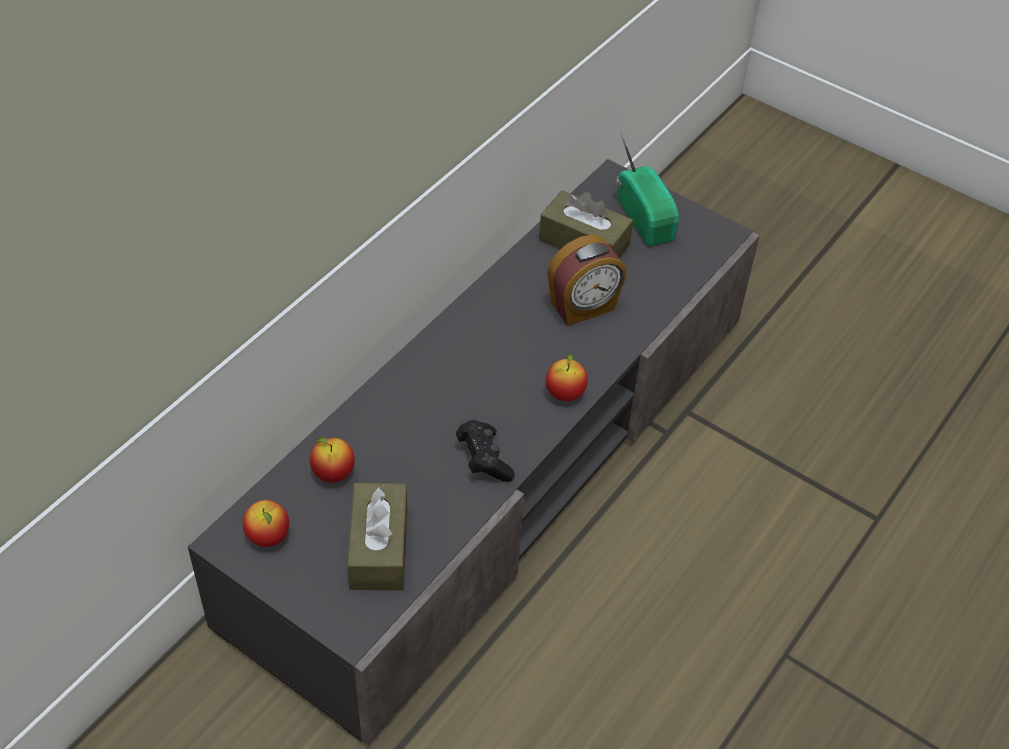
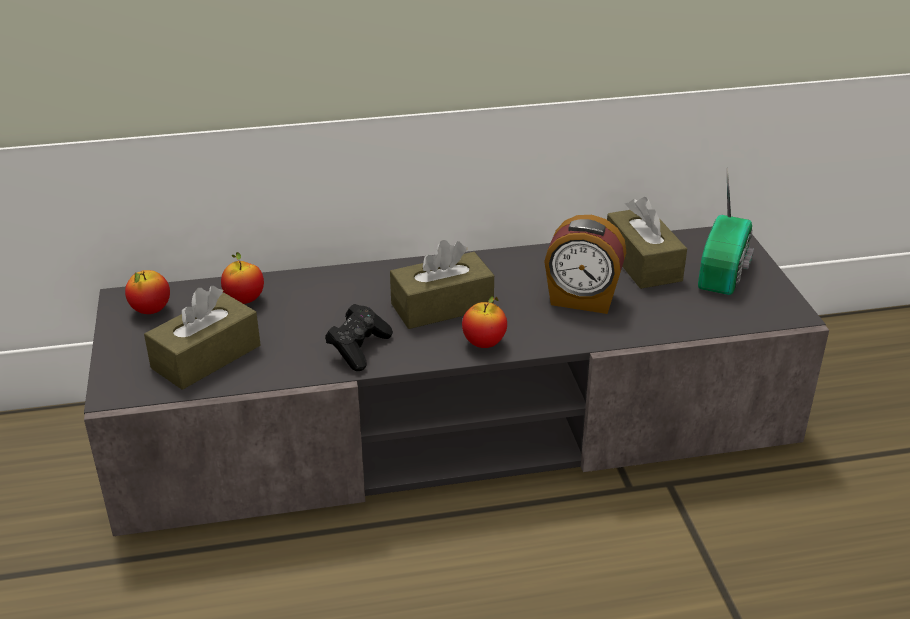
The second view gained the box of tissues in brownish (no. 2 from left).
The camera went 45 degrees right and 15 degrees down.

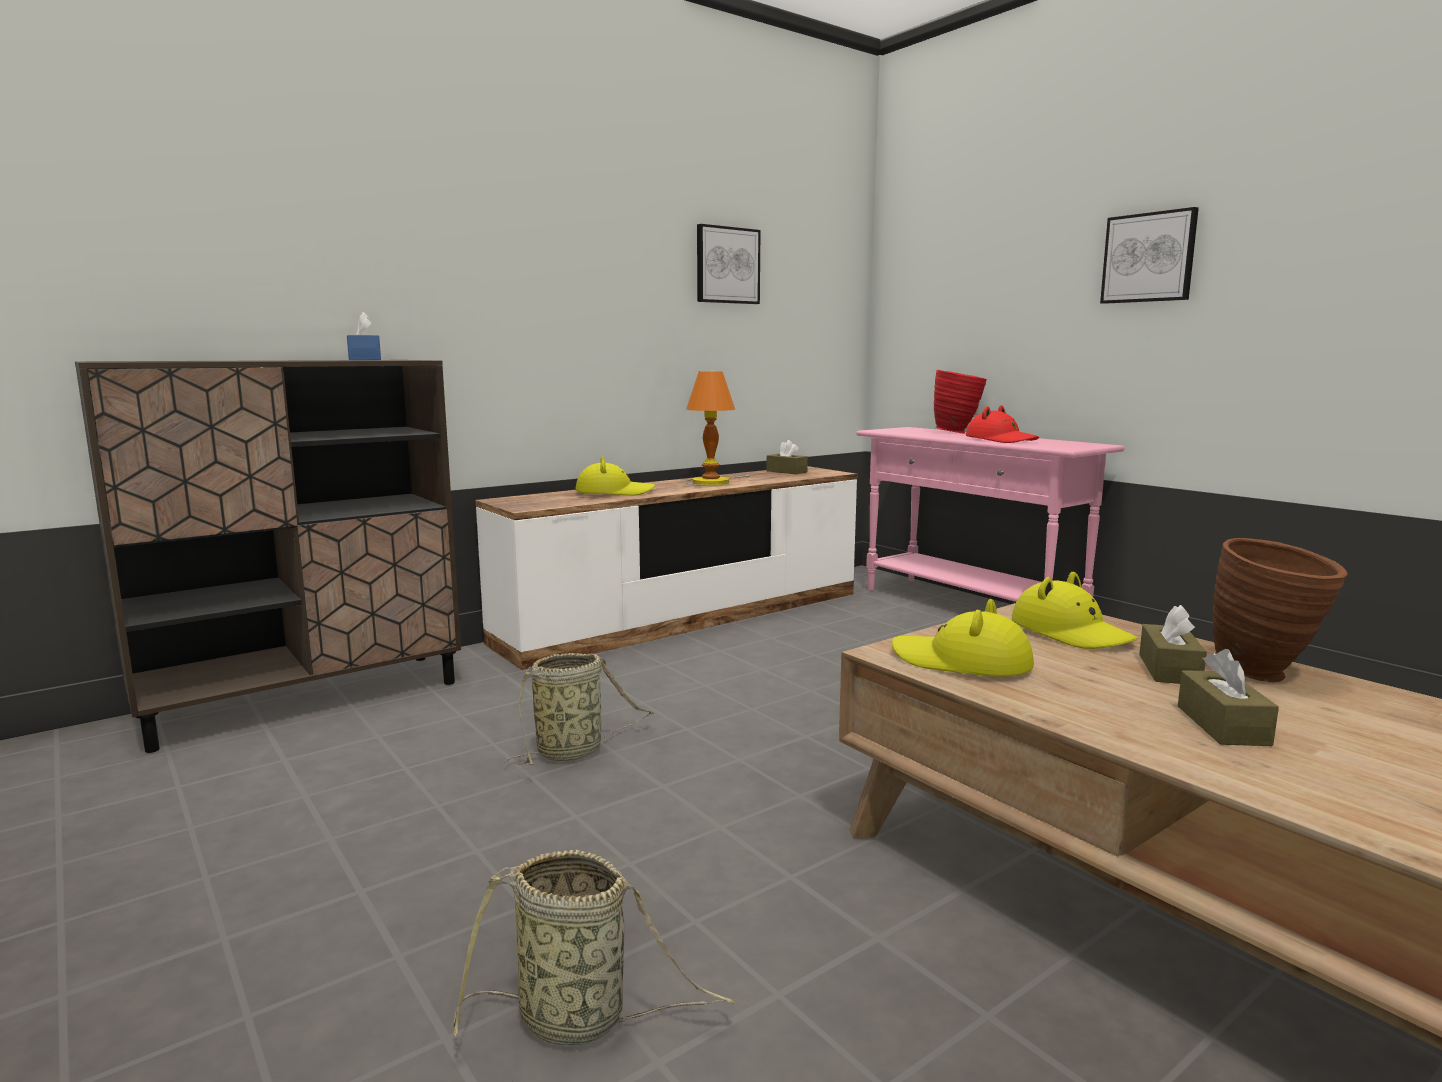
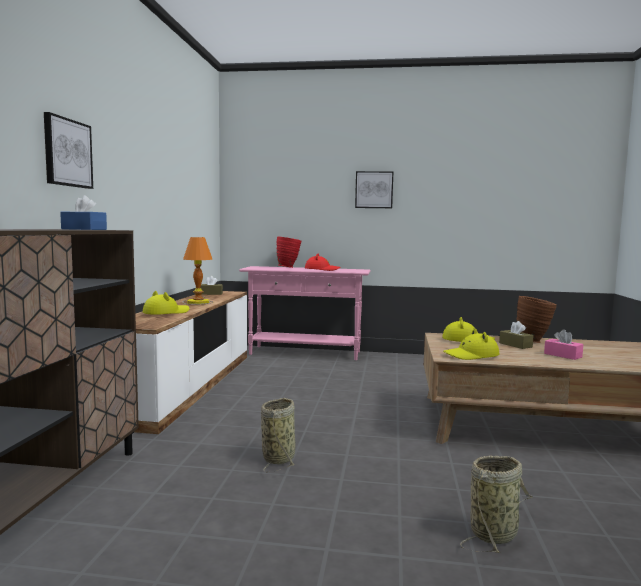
The picture (no. 1 from left) ended up elsewhere.
What was the box of tissues in brownish (no. 3 from left) turned into the box of tissues in pinkish.
The camera went 45 degrees left and 5 degrees down.

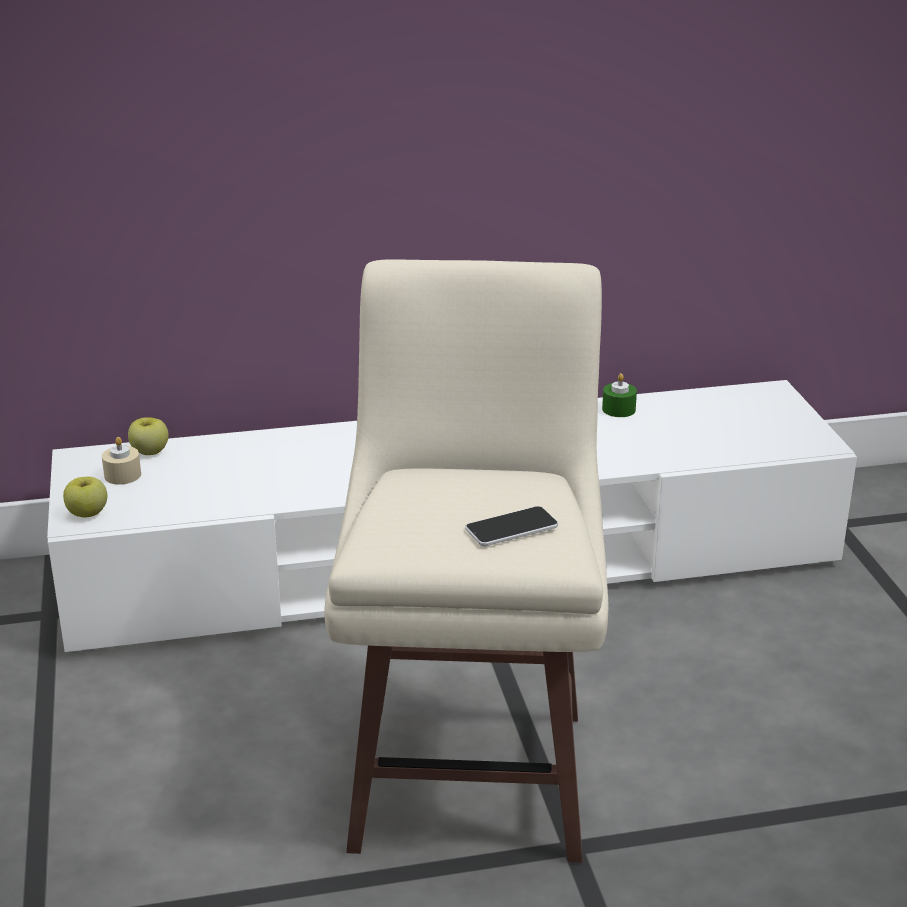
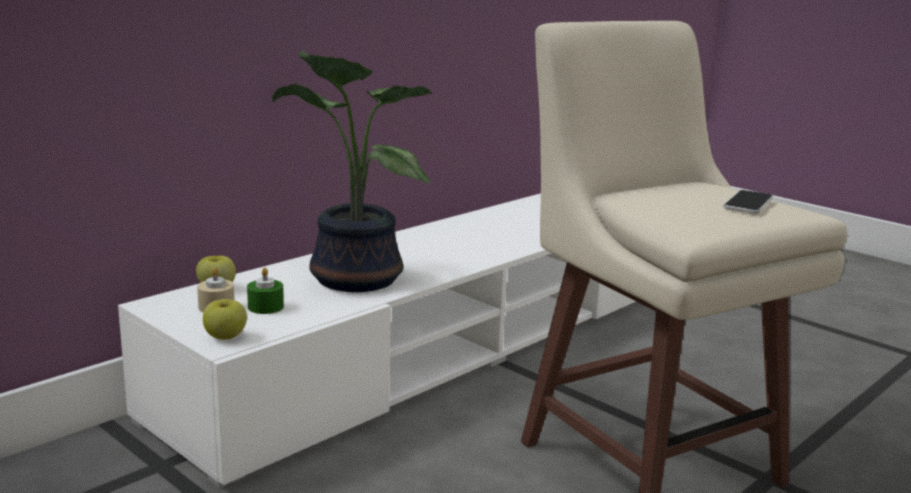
The wax candle in green-coloured ended up elsewhere.
The second view gained the houseplant.
The camera went 35 degrees left and 10 degrees down.

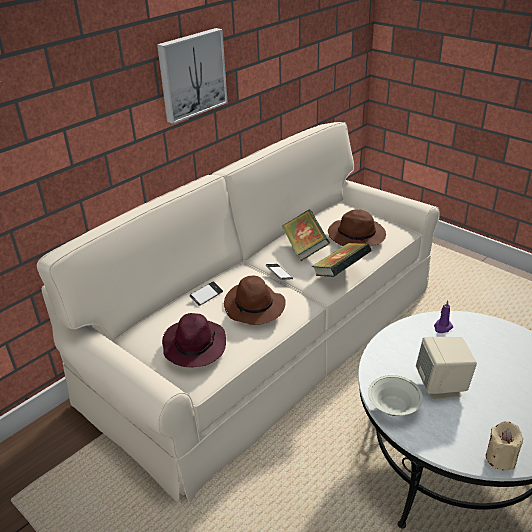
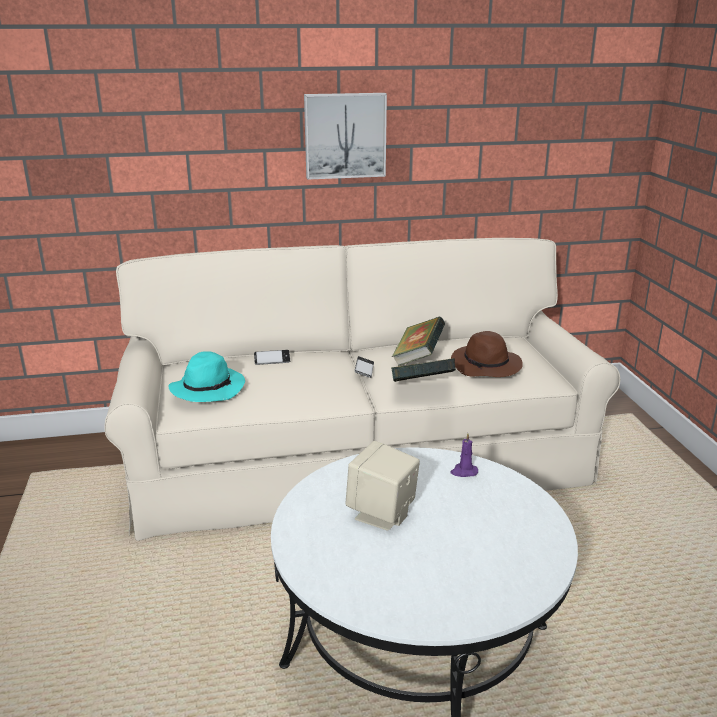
The second view lost the clothing hat in brownish (no. 1 from left).
What was the clothing hat in purple turned into the clothing hat in blue-green.
The second view lost the bowl in white-coloured.
The second view lost the wax candle in sand-coloured.
The camera went 35 degrees right and 10 degrees down.

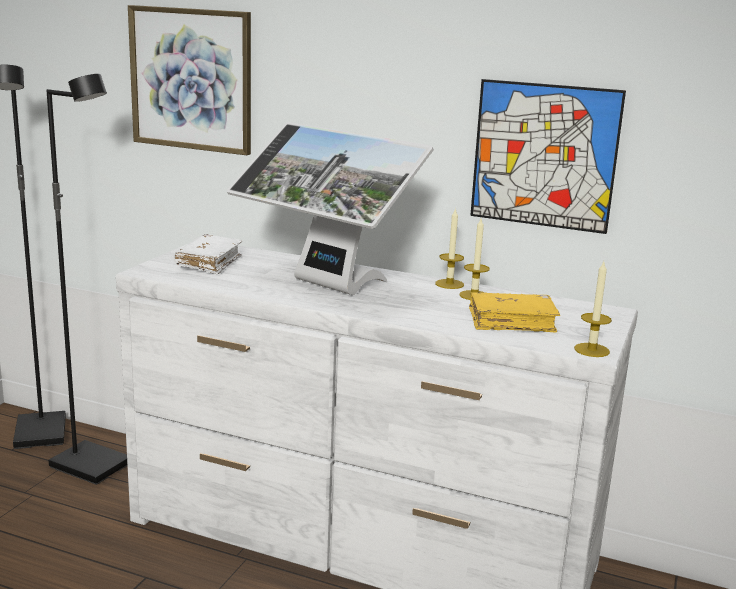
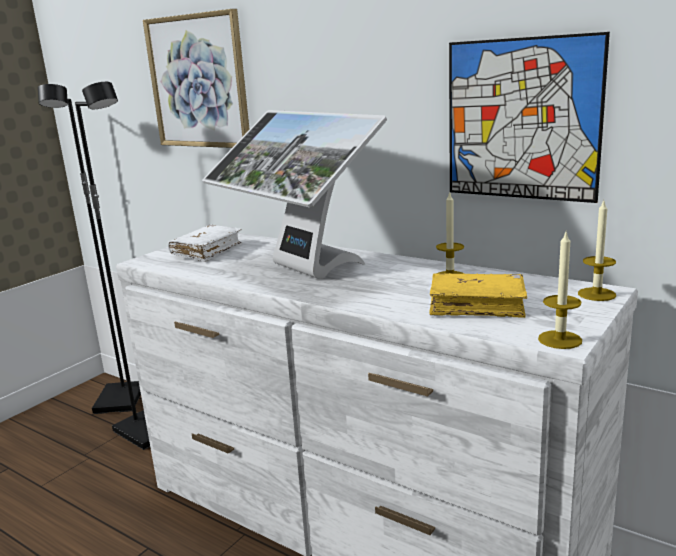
The wax candle (no. 1 from left in the first image) ended up elsewhere.
The camera went 15 degrees right and 0 degrees up.

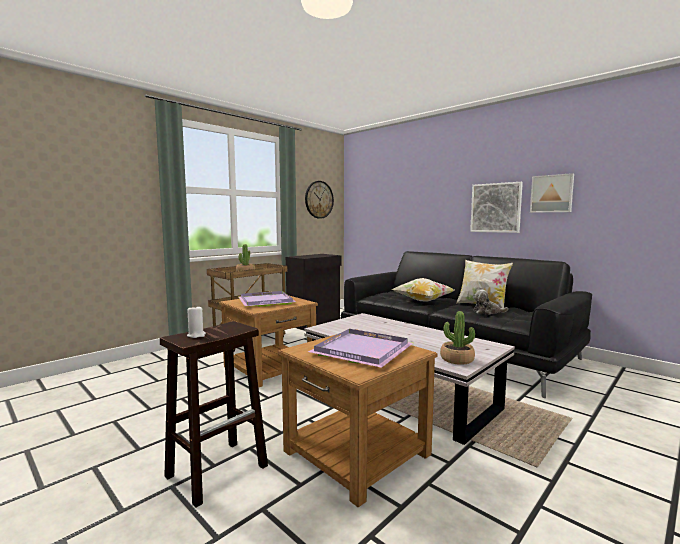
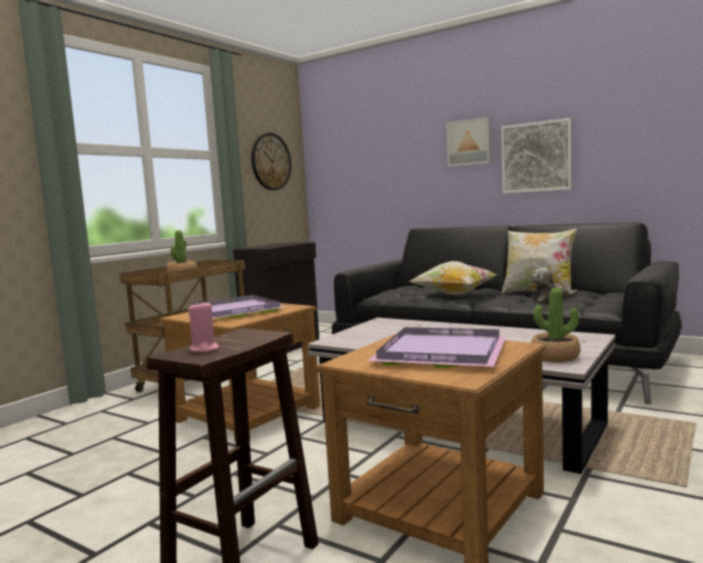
The picture (no. 2 from left in the first image) ended up elsewhere.
What was the wax candle in white-coloured turned into the wax candle in pinkish.
The camera went 10 degrees left and 0 degrees up.

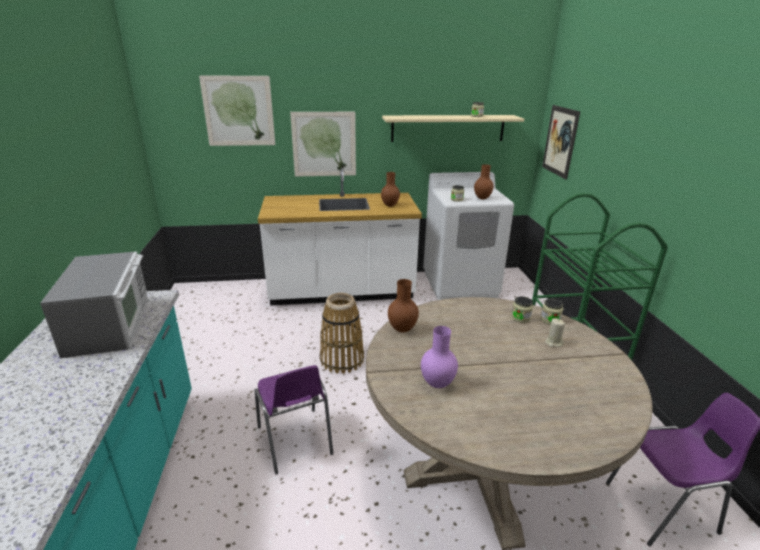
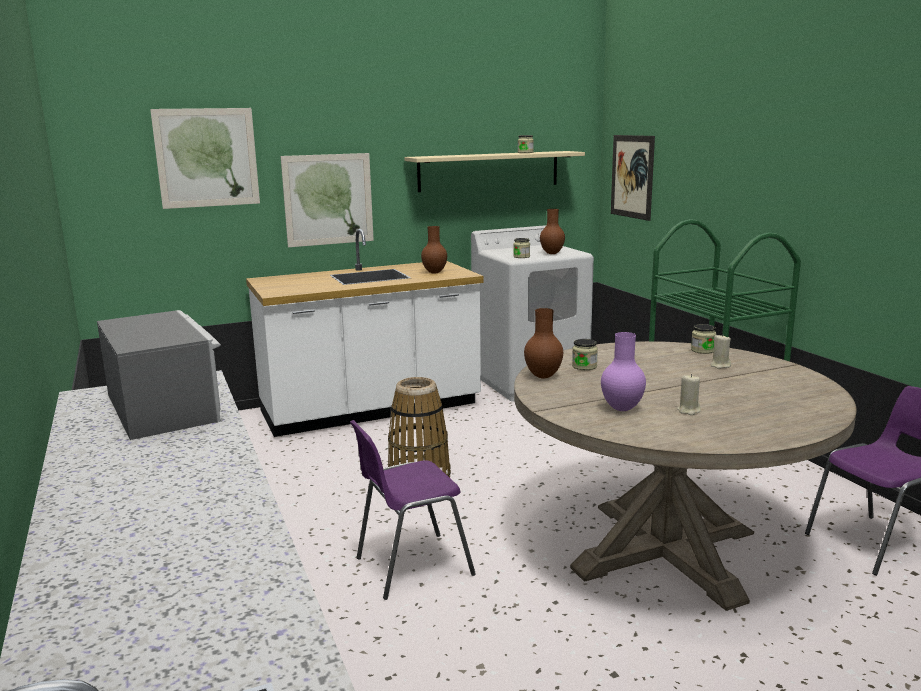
The storage jar (no. 3 from left) ended up elsewhere.
The plain chair in purple (no. 1 from left) ended up facing another way, 105 degrees clockwise from before.
The second view gained the wax candle in sand-coloured (no. 1 from left).
The camera went 15 degrees left and 10 degrees down.

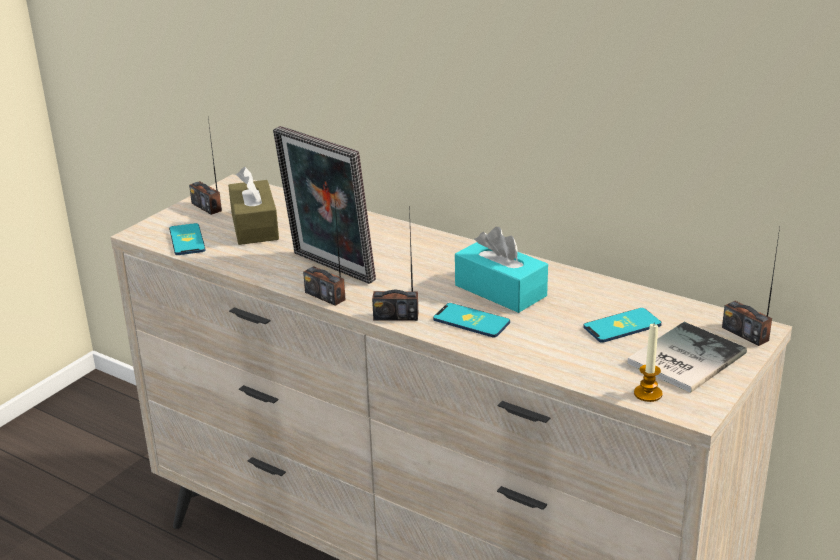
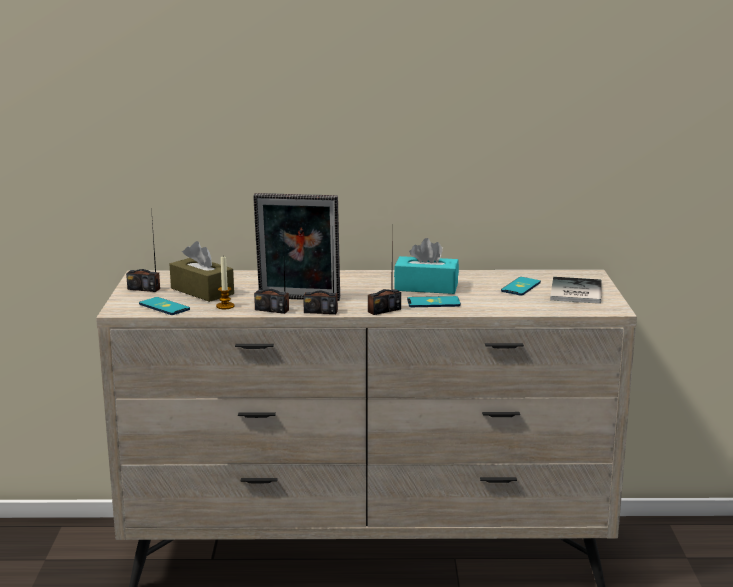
The radio set (no. 4 from left in the first image) ended up elsewhere.
The wax candle ended up elsewhere.
The camera went 35 degrees left and 10 degrees down.

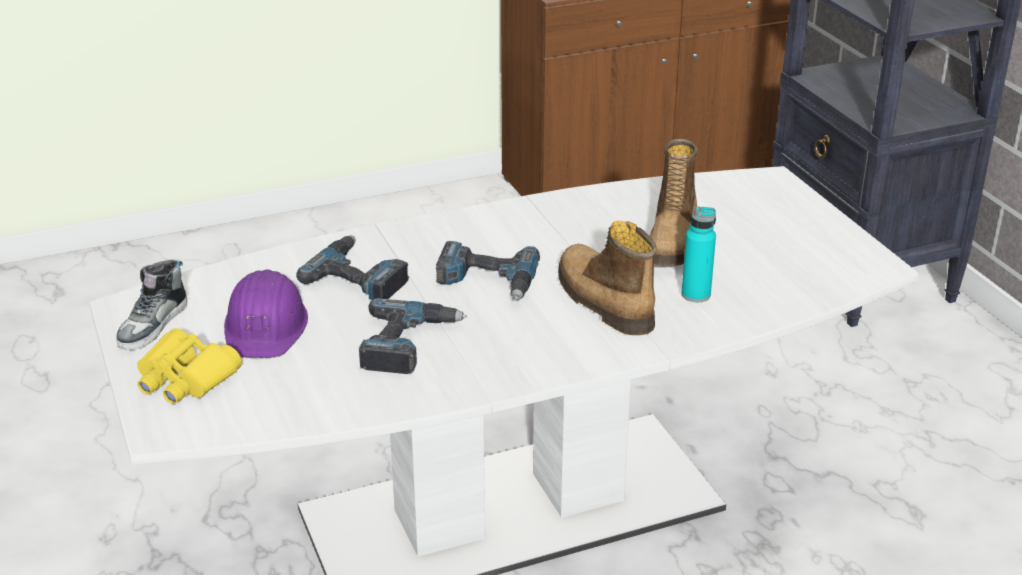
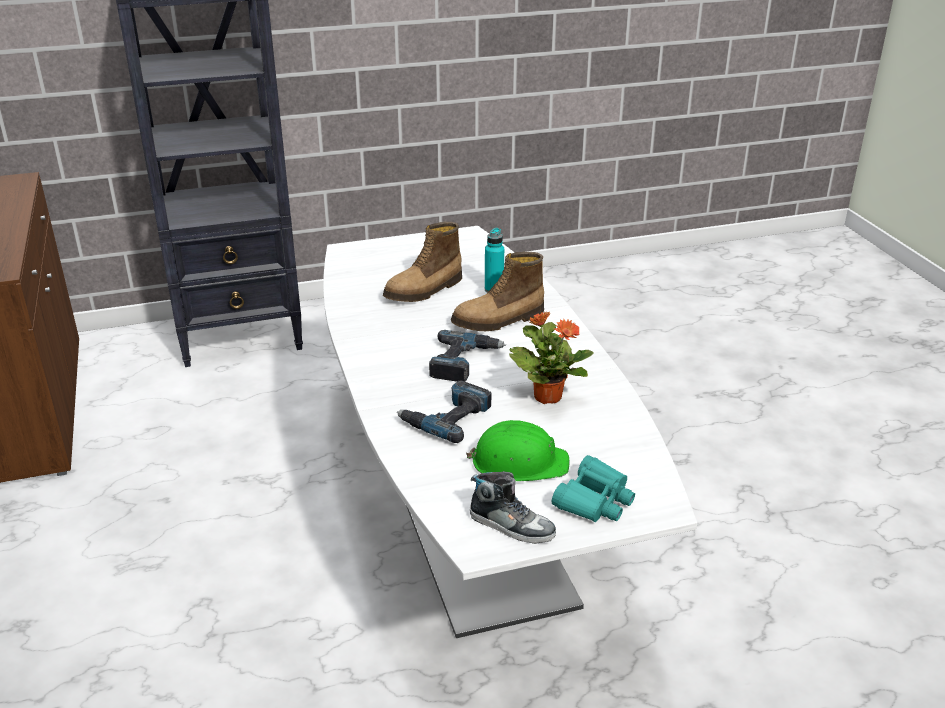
The high-top boot (no. 2 from left in the first image) ended up facing another way, 120 degrees clockwise from before.
What was the safety helmet in purple turned into the safety helmet in green-coloured.
Where the power drill (no. 2 from left) stood, the houseplant came to stand.
What was the field glasses in yellowish turned into the field glasses in blue-green.
The camera went 85 degrees left and 0 degrees up.

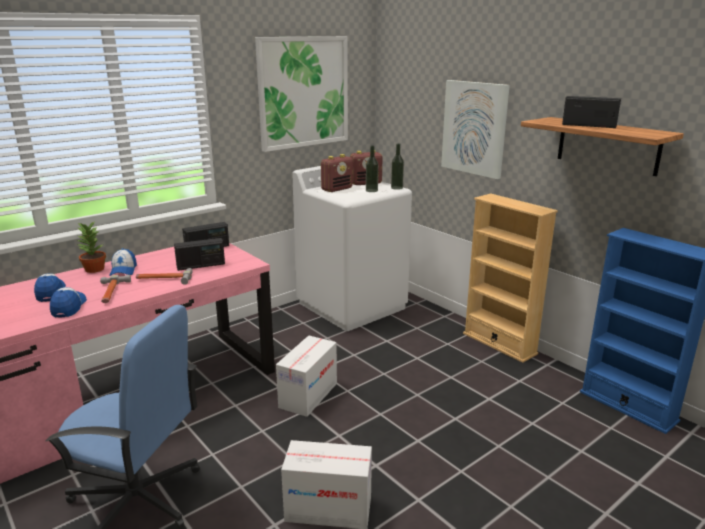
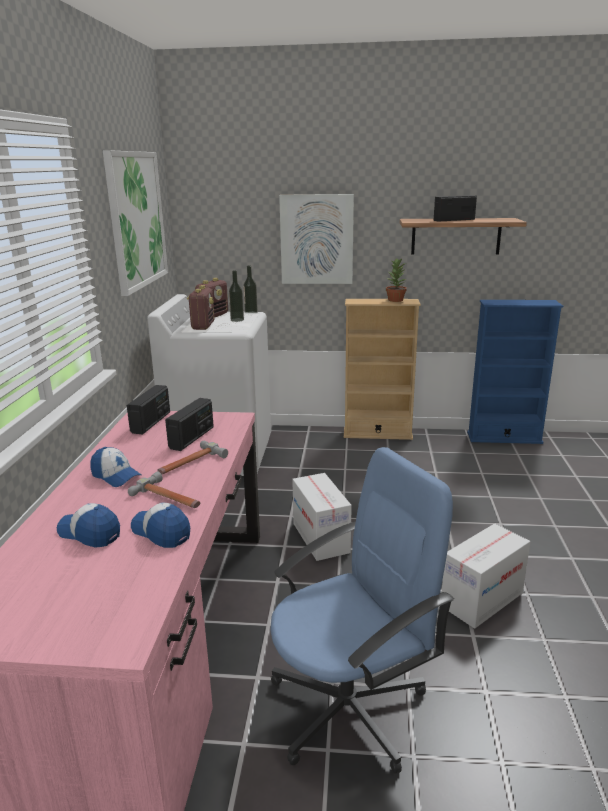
The houseplant ended up elsewhere.
The camera went 45 degrees left and 0 degrees up.

